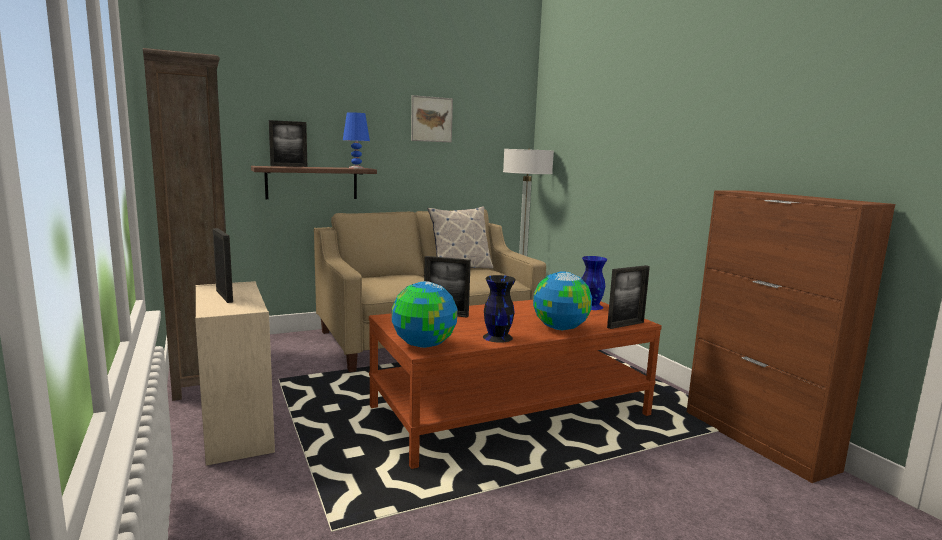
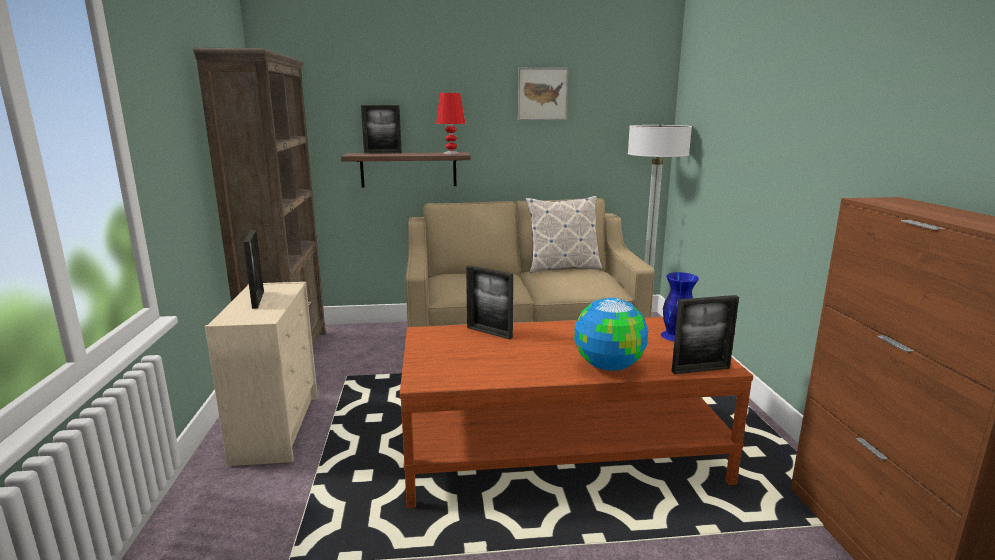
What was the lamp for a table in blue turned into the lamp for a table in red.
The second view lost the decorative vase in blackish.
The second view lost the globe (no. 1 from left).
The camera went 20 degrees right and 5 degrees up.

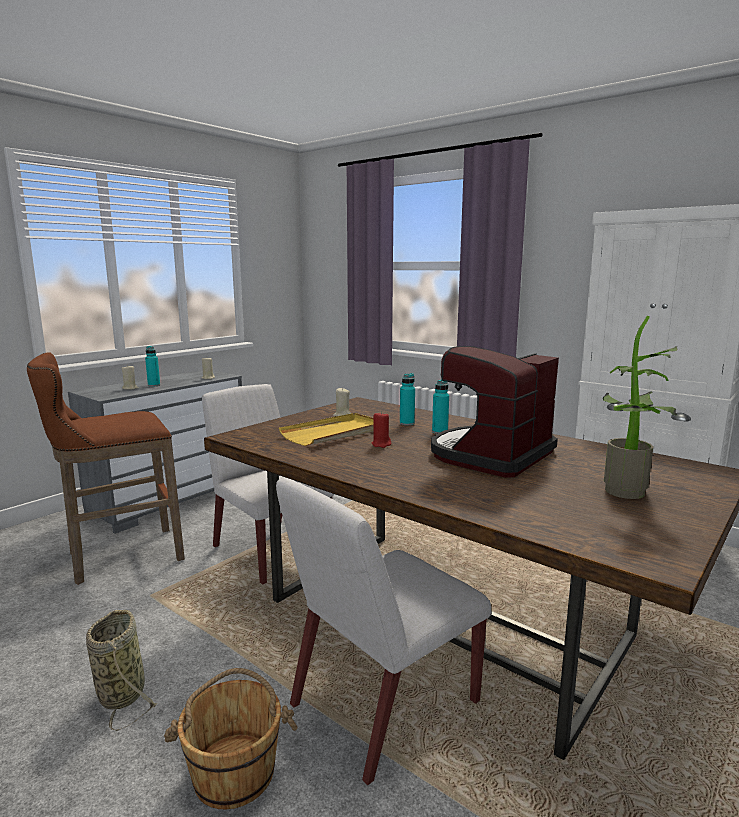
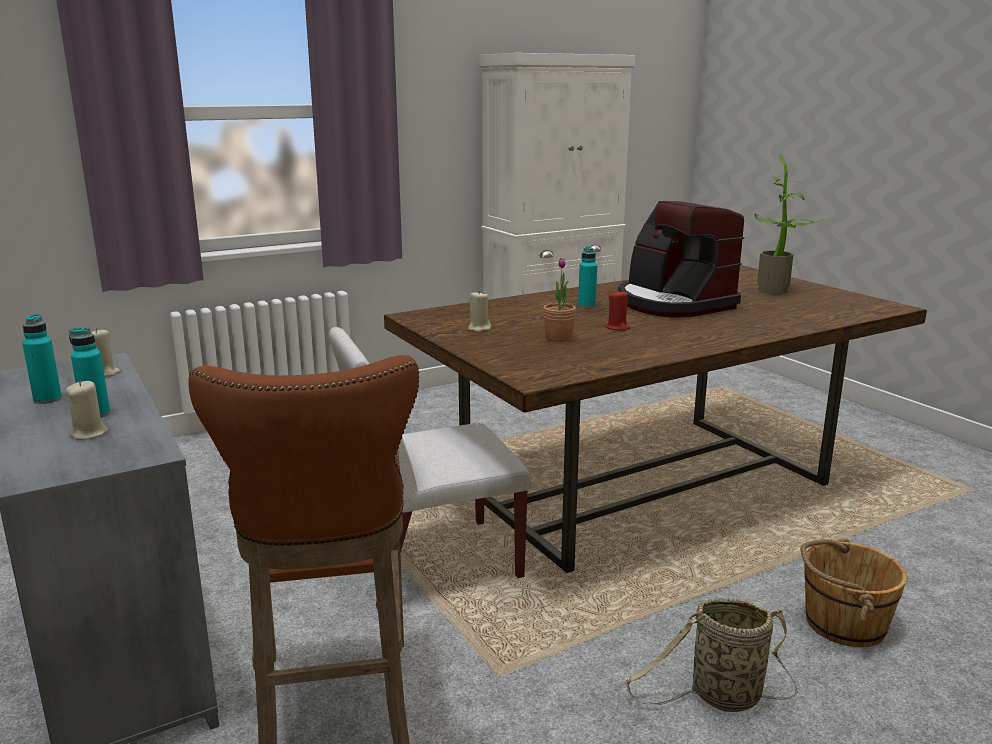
The bottle in blue-green (no. 2 from left in the first image) ended up elsewhere.
Where the serving tray in yellowish stood, the houseplant (no. 1 from left) came to stand.
The second view lost the plain chair in white-coloured (no. 2 from left).
The camera went 70 degrees left and 5 degrees up.

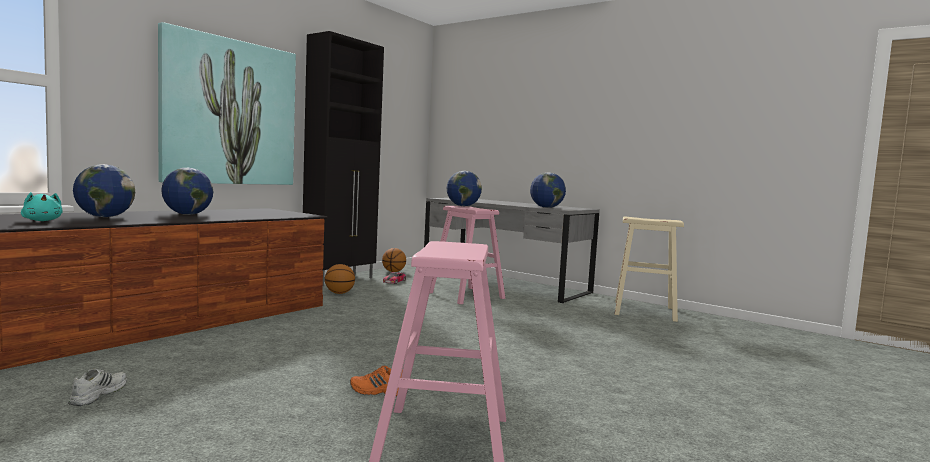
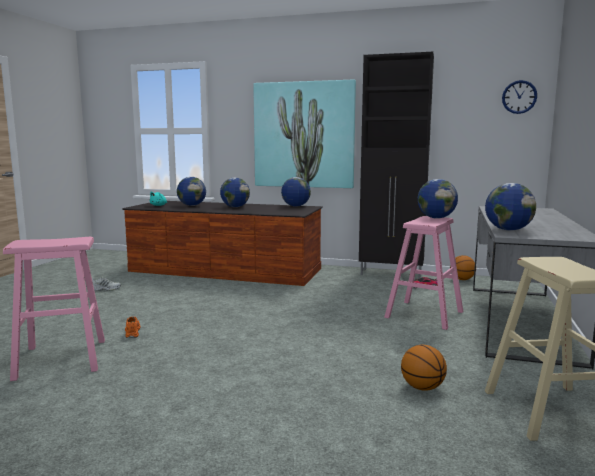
The basketball (no. 1 from left) ended up elsewhere.
The second view gained the wall clock.
The second view gained the globe (no. 3 from left).
The camera went 70 degrees right and 5 degrees up.

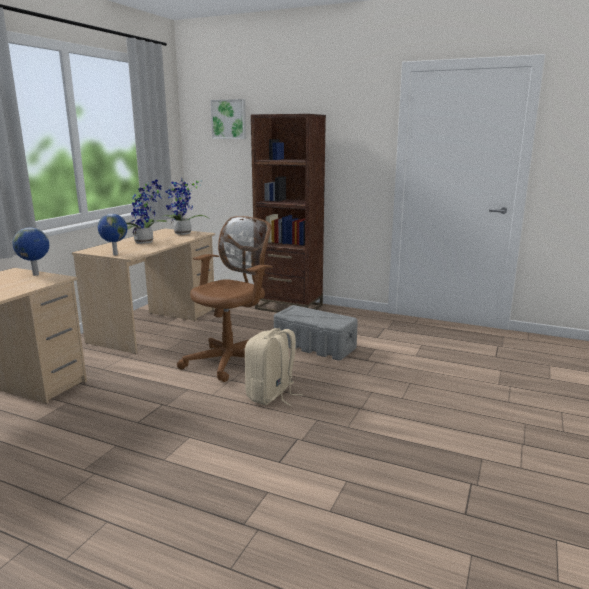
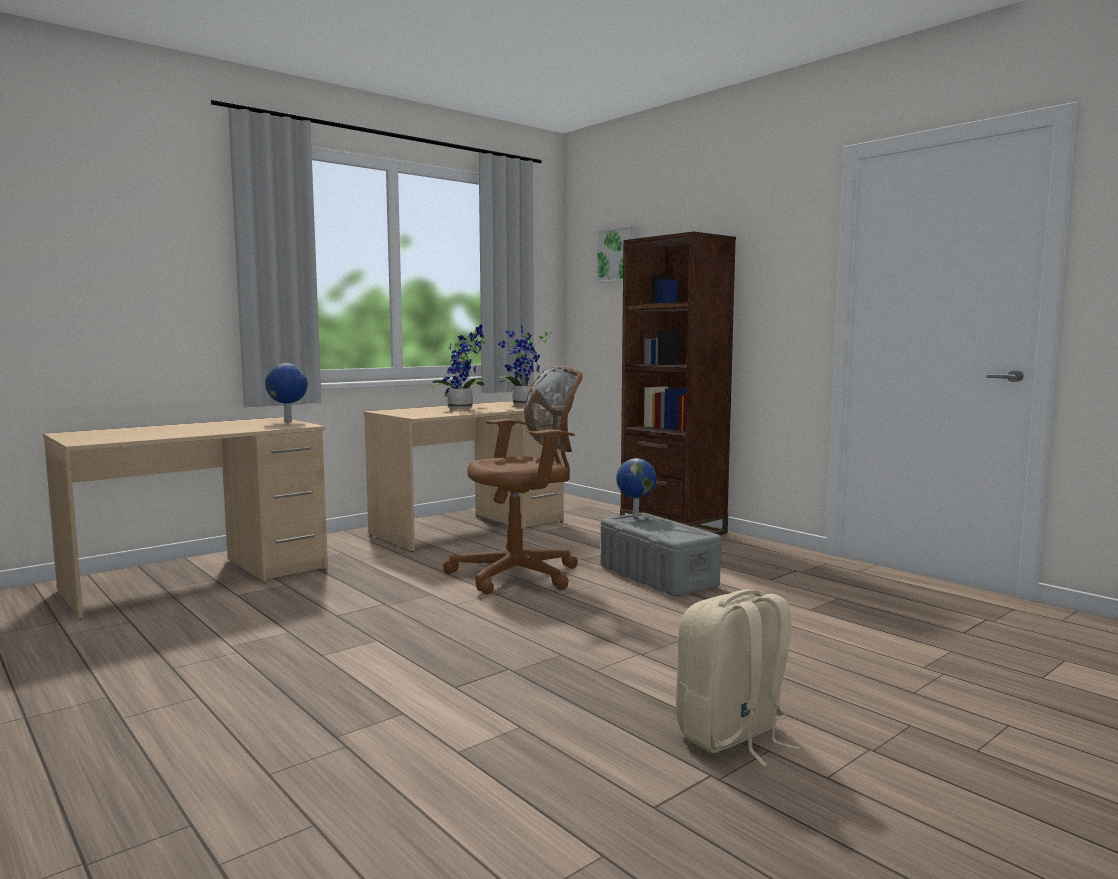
The globe (no. 2 from left) ended up elsewhere.
The rucksack in sand-coloured ended up elsewhere.
The camera went 25 degrees right and 10 degrees down.

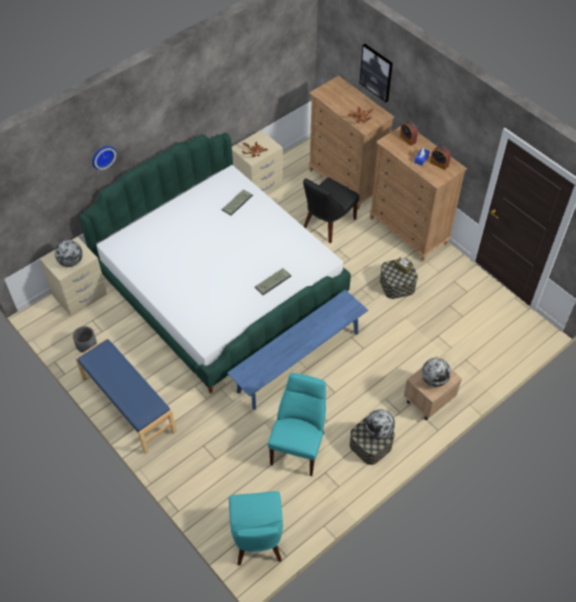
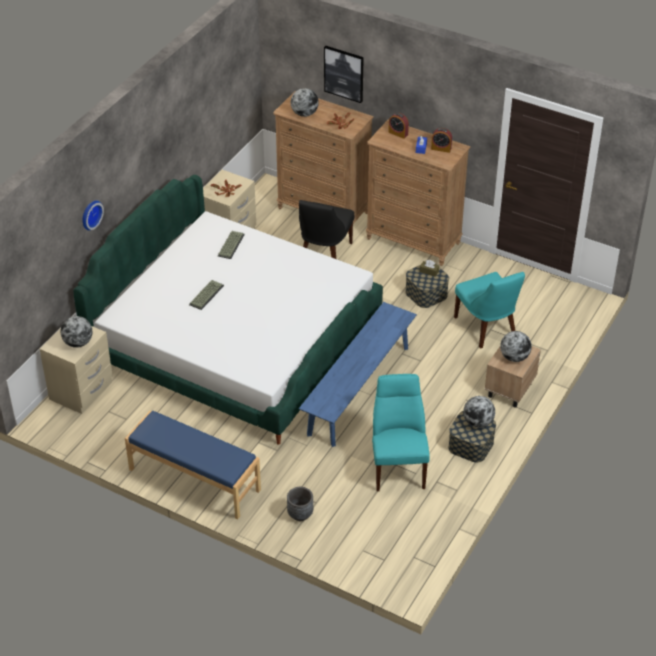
The computer keyboard (no. 2 from left in the first image) ended up elsewhere.
The plant pot in grey ended up elsewhere.
The plain chair in blue-green (no. 1 from left in the first image) ended up elsewhere.
The second view gained the globe (no. 2 from left).
The camera went 20 degrees left and 10 degrees down.

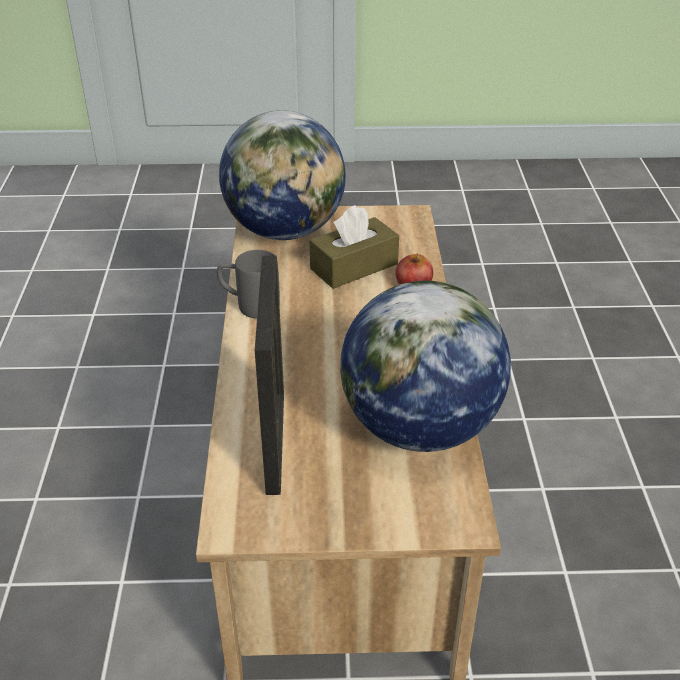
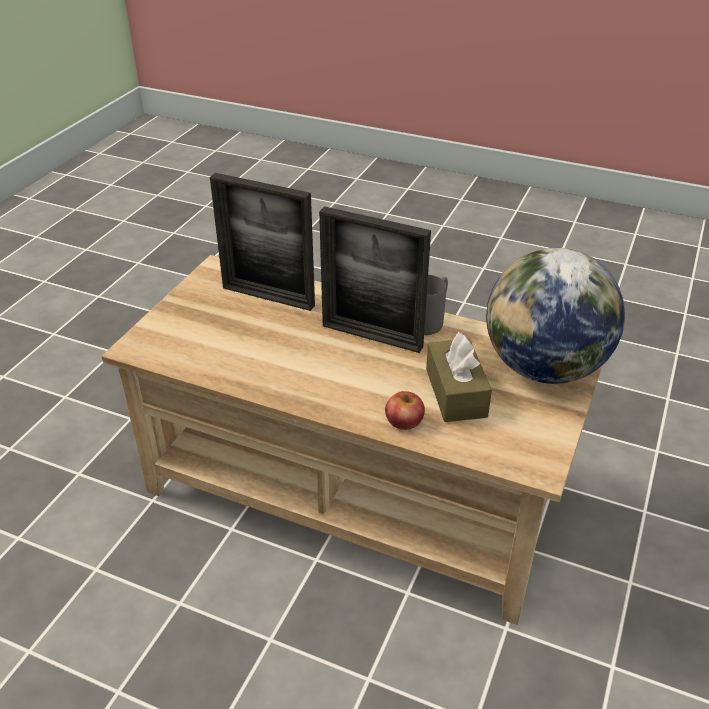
The second view lost the globe (no. 2 from left).
The second view gained the picture frame (no. 2 from left).
The camera went 115 degrees right and 0 degrees up.

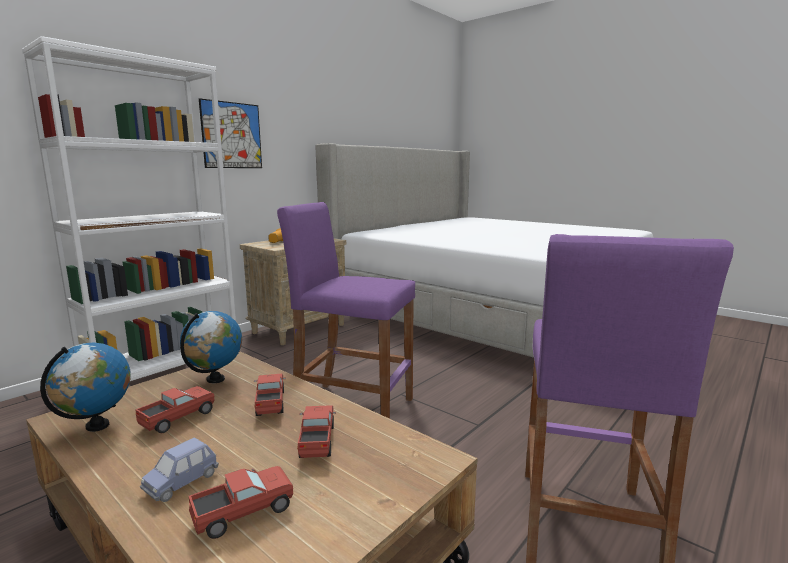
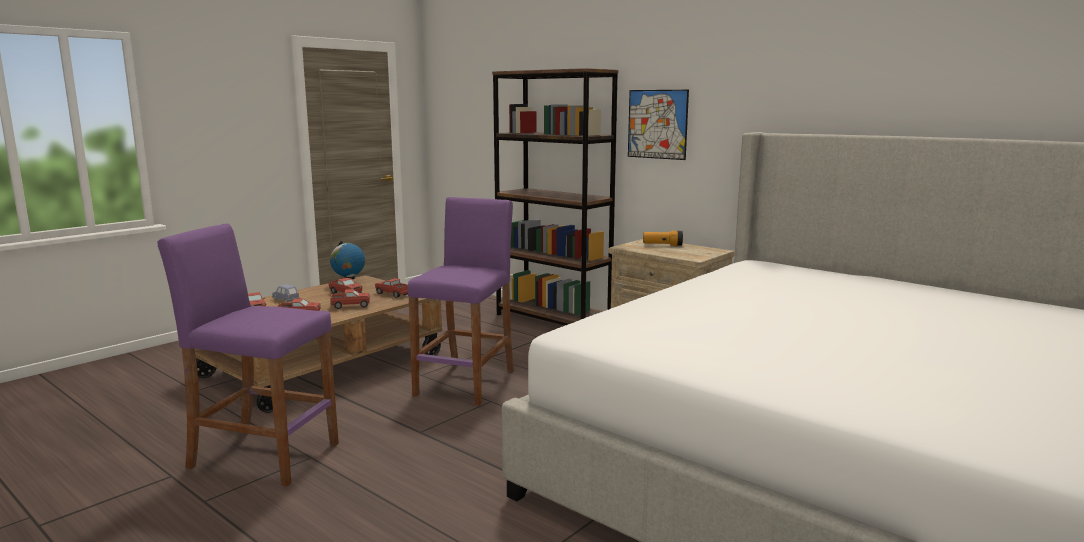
What was the bookcase in white-coloured turned into the bookcase in brownish.
Where the globe (no. 2 from left) stood, the toy truck (no. 5 from left) came to stand.
The camera went 90 degrees right and 0 degrees up.

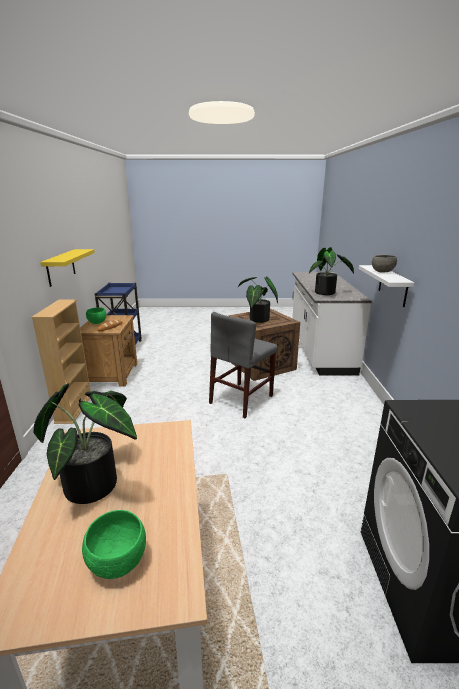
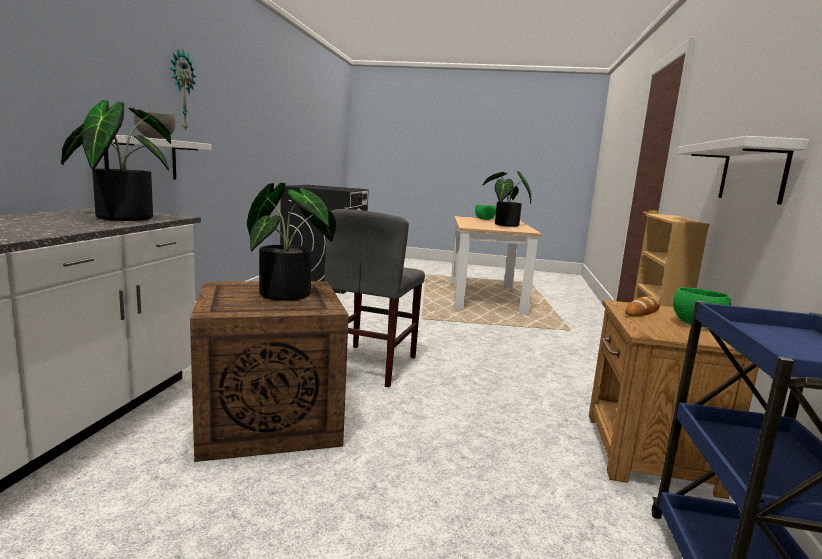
What was the shelf in yellowish turned into the shelf in white-coloured (no. 2 from left).
The plain chair in grey ended up facing another way, 150 degrees clockwise from before.
The second view gained the wall clock.
The camera went 170 degrees left and 10 degrees down.

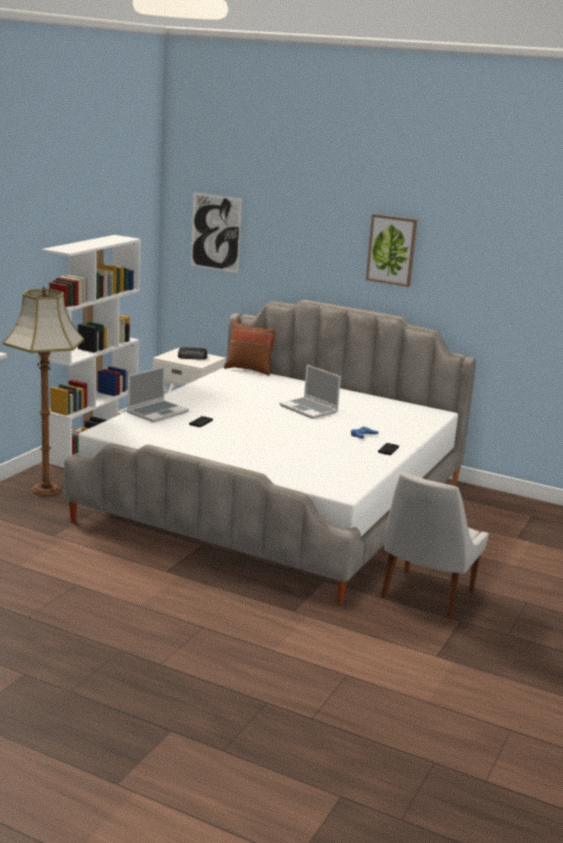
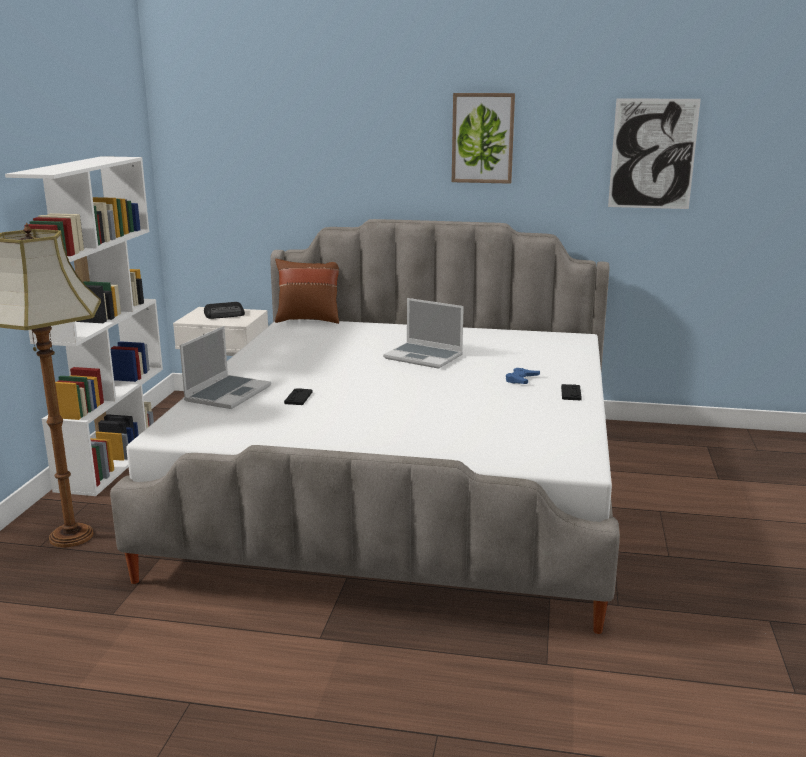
The picture (no. 1 from left in the first image) ended up elsewhere.
The second view lost the plain chair in white-coloured.
The camera went 15 degrees left and 0 degrees up.

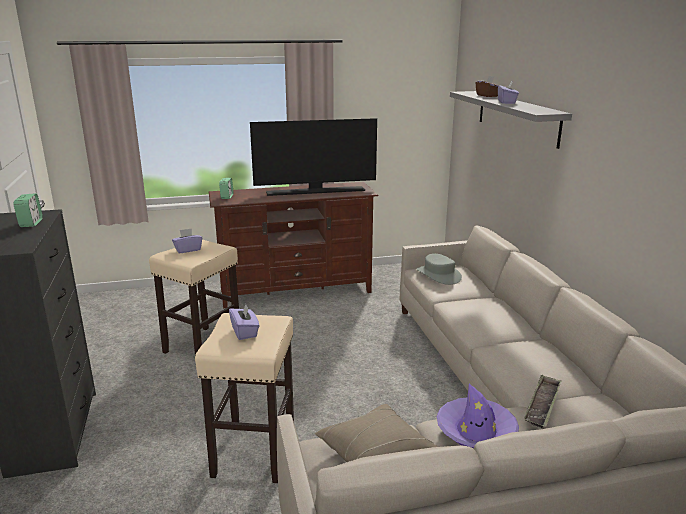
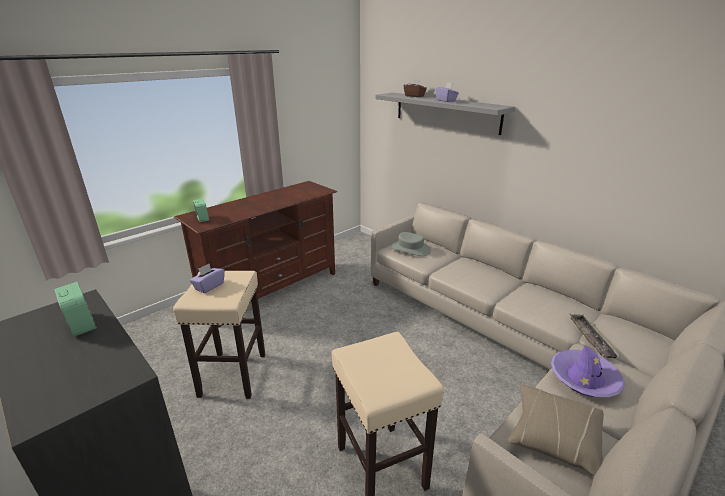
The second view lost the TV.
The second view lost the box of tissues in purple (no. 2 from left).
The camera went 30 degrees left and 5 degrees up.

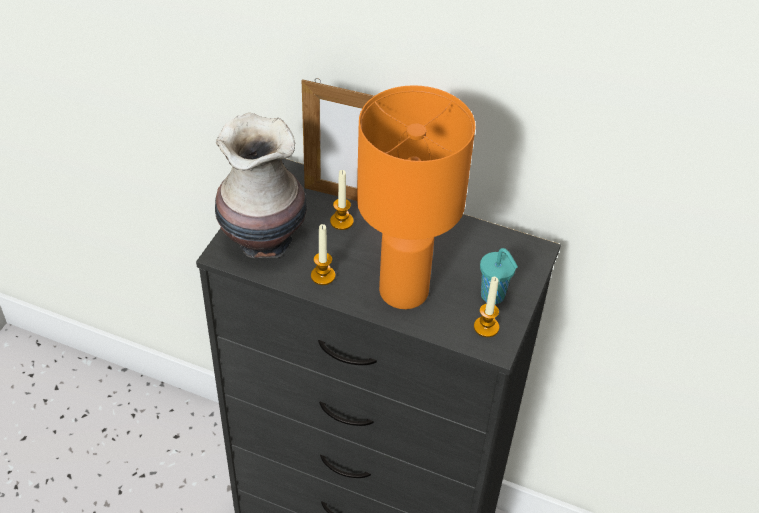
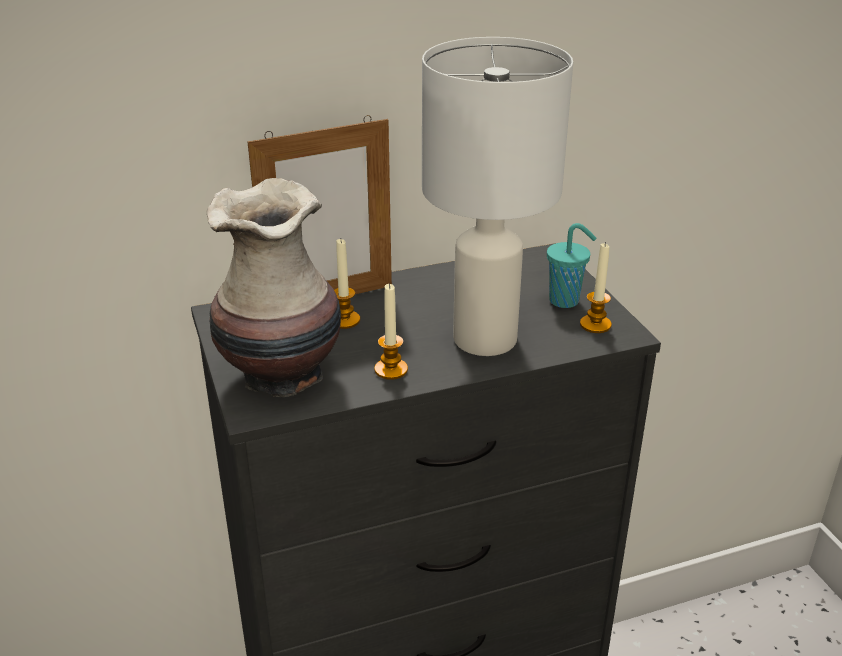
What was the lamp for a table in orange-coloured turned into the lamp for a table in white-coloured.
The camera went 40 degrees left and 15 degrees down.

